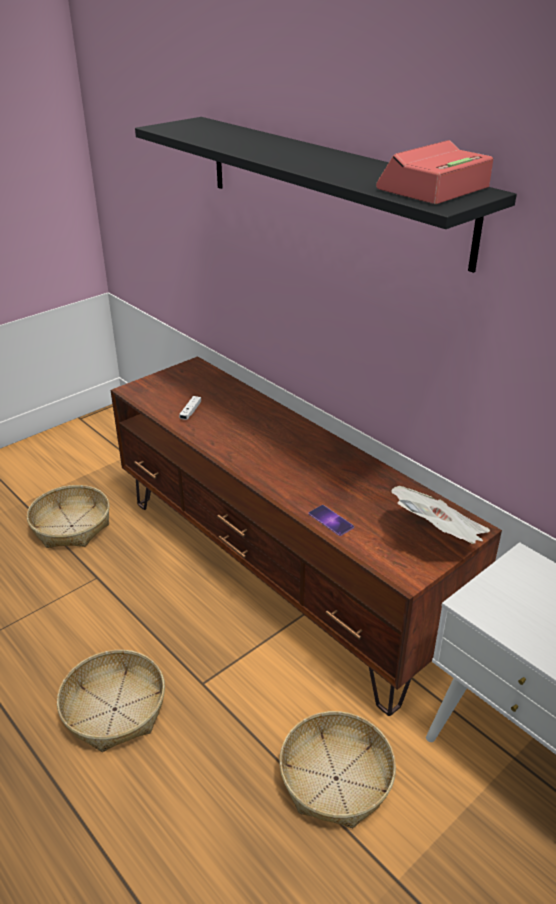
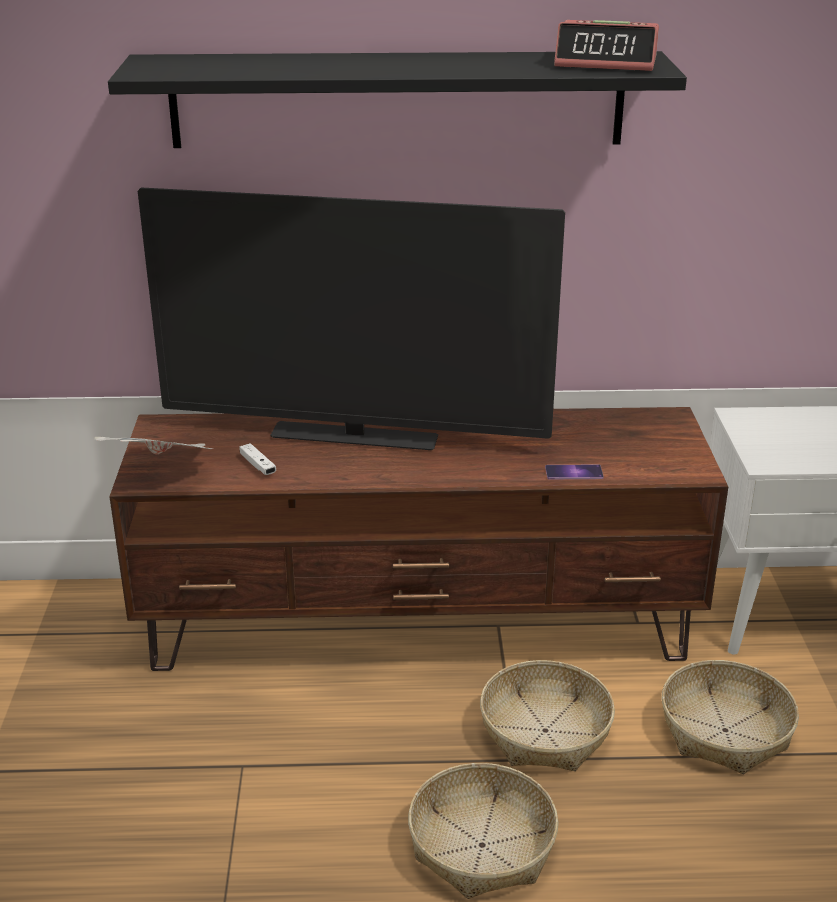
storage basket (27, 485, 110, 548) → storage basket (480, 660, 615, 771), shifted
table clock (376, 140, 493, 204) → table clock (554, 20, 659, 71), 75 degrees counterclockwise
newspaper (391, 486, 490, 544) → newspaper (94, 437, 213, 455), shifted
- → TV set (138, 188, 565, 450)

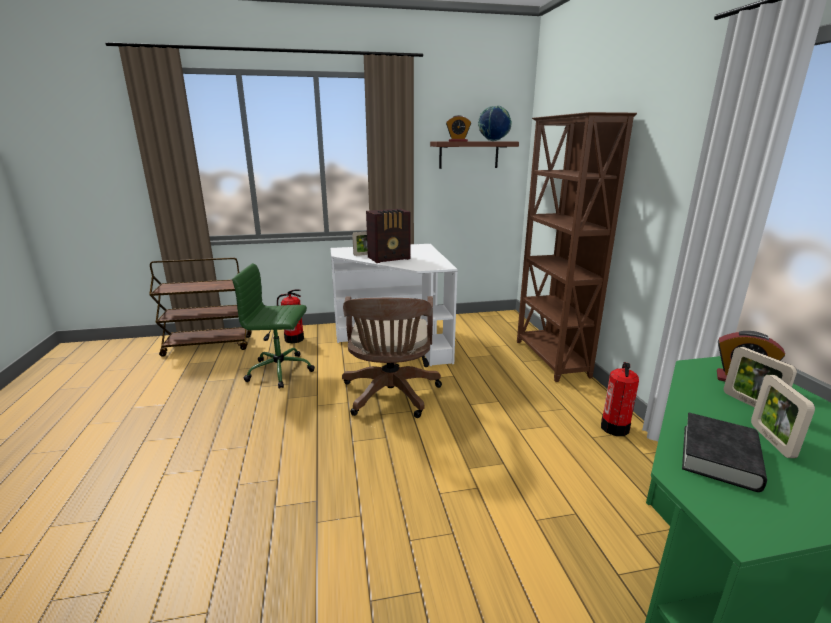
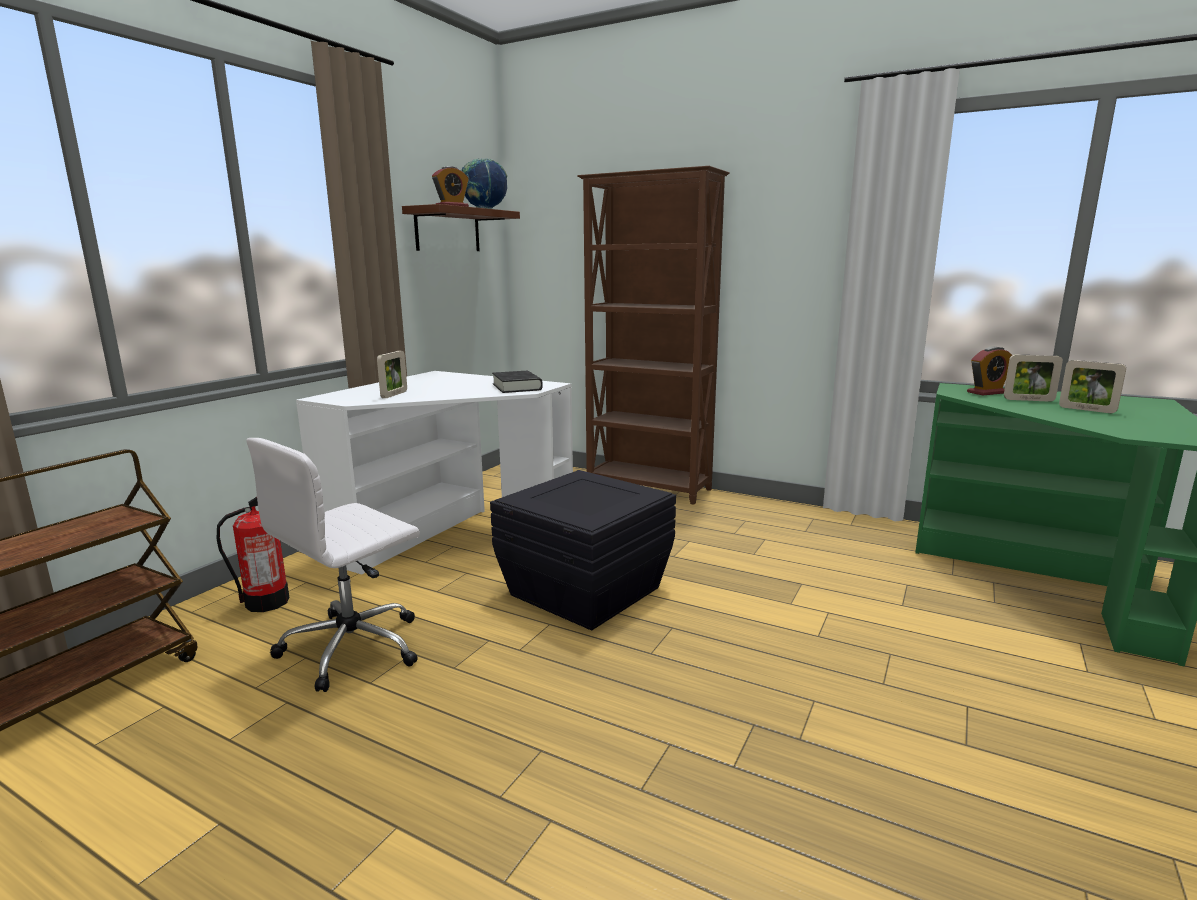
green-coloured office chair (232, 263, 315, 389) → whitish office chair (246, 438, 420, 692)
brownish office chair (342, 296, 442, 418) → black storage container (490, 470, 676, 630)
radio set (366, 209, 411, 263) → -
fire-fighting cylinder (601, 362, 639, 436) → -
black book (682, 413, 767, 492) → black book (492, 371, 543, 393), shifted

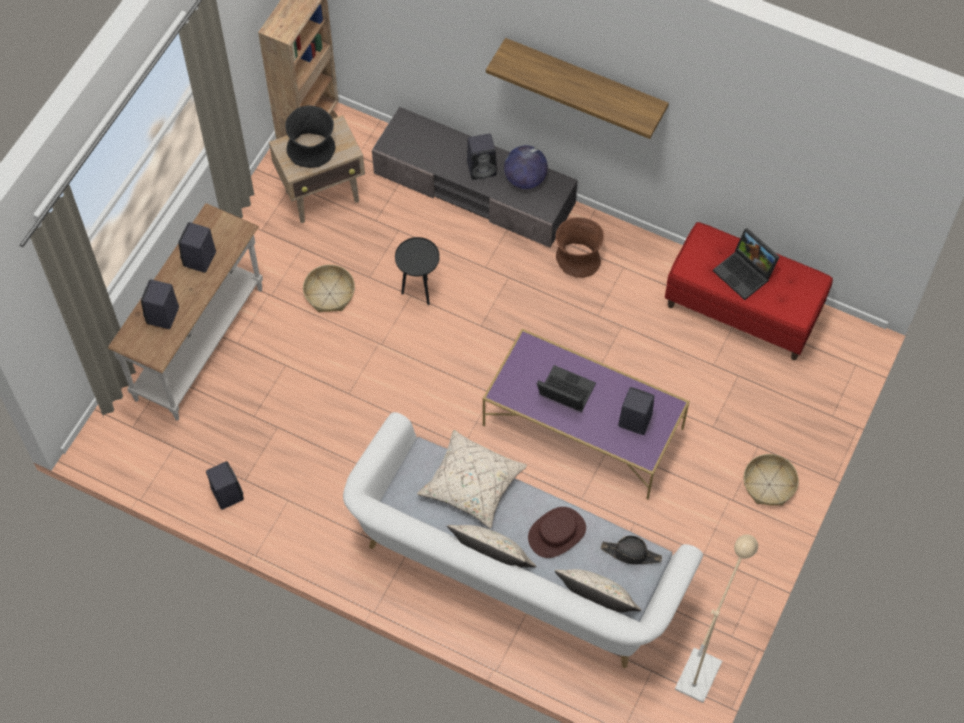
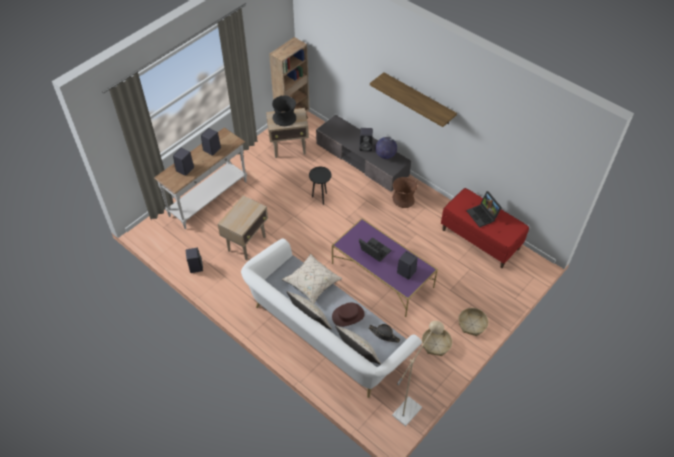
storage basket (303, 265, 355, 312) → storage basket (422, 329, 452, 356), shifted
- → beige side table (218, 195, 268, 260)

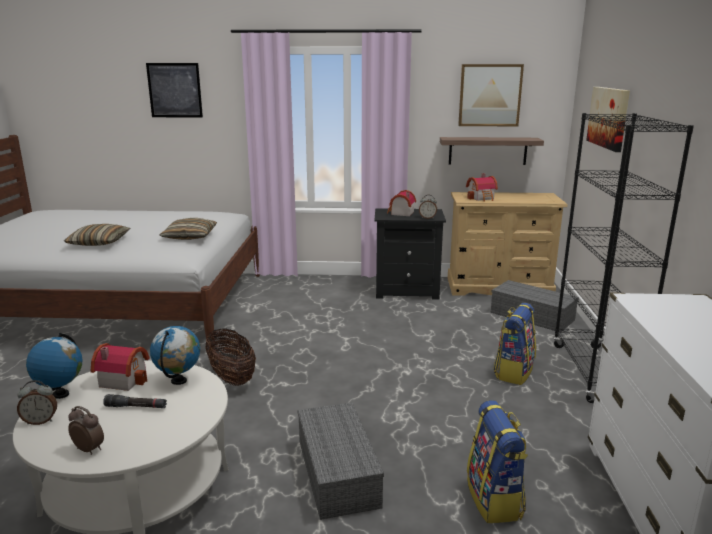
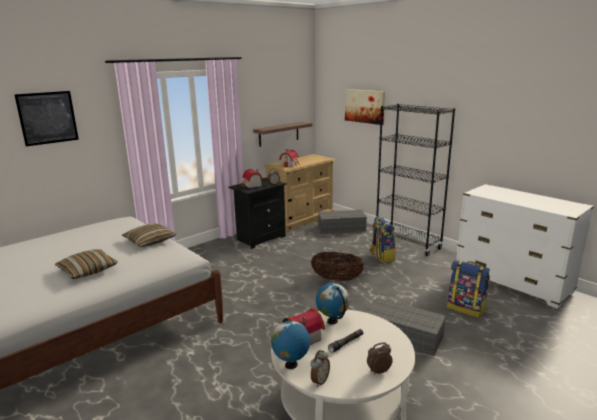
storage basket (205, 328, 256, 386) → storage basket (311, 252, 364, 281), shifted
wall art (458, 64, 524, 126) → -

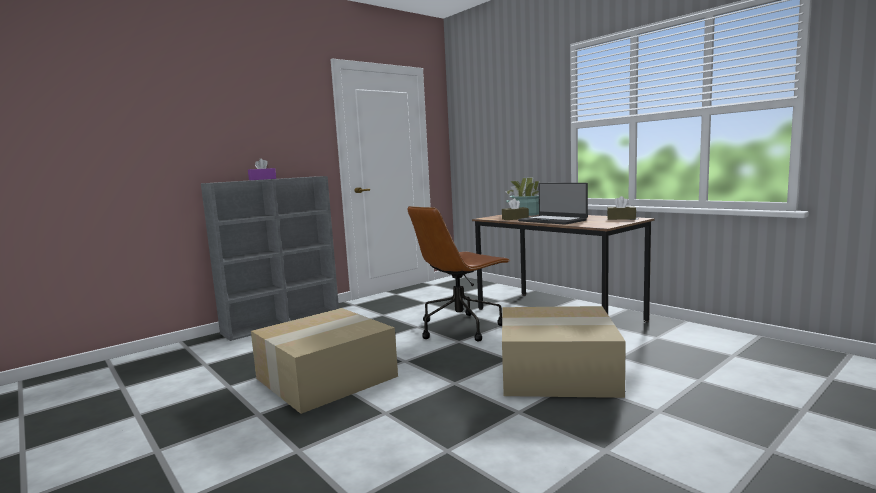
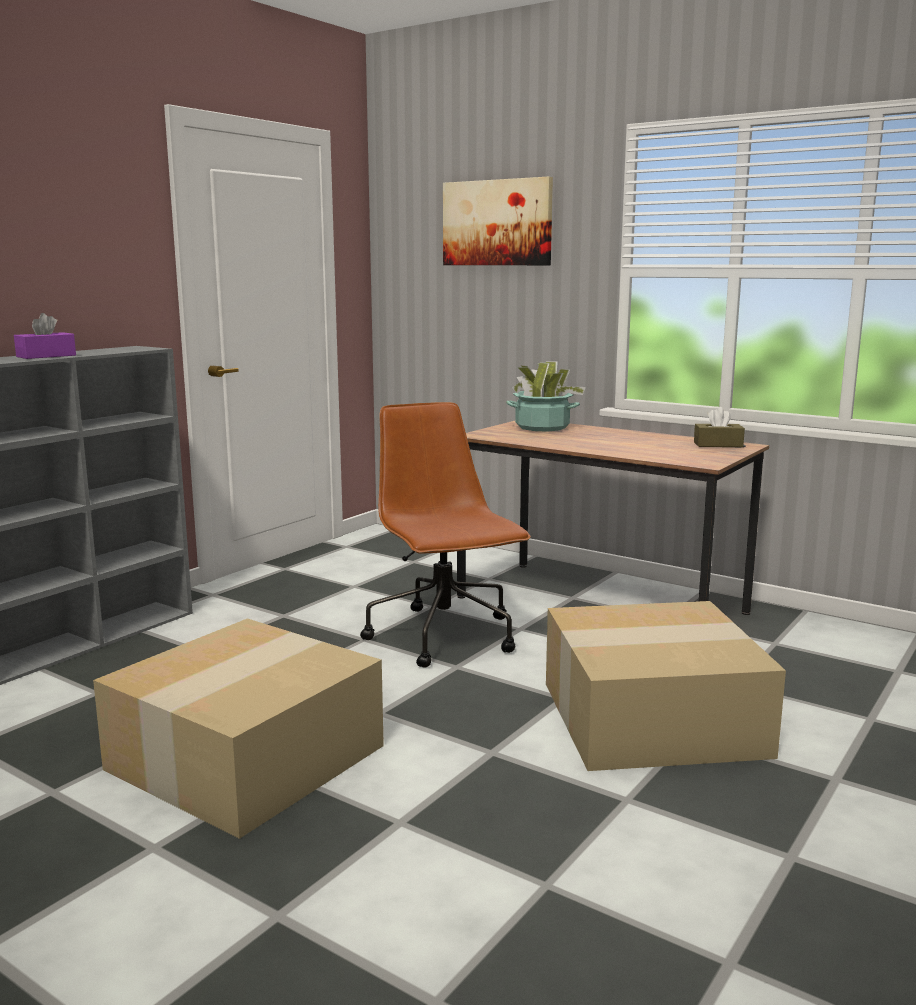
brownish office chair (407, 206, 511, 342) → brownish office chair (360, 402, 531, 668), 120 degrees clockwise
brownish tissue box (502, 198, 529, 220) → -
portable computer (518, 183, 588, 225) → -
- → wall art (443, 177, 553, 265)

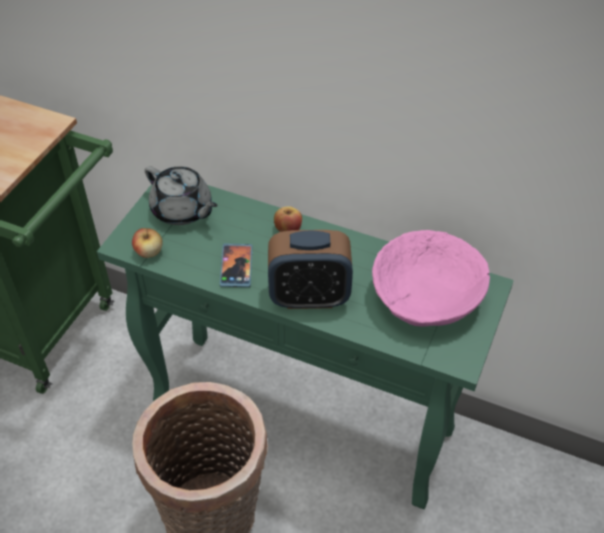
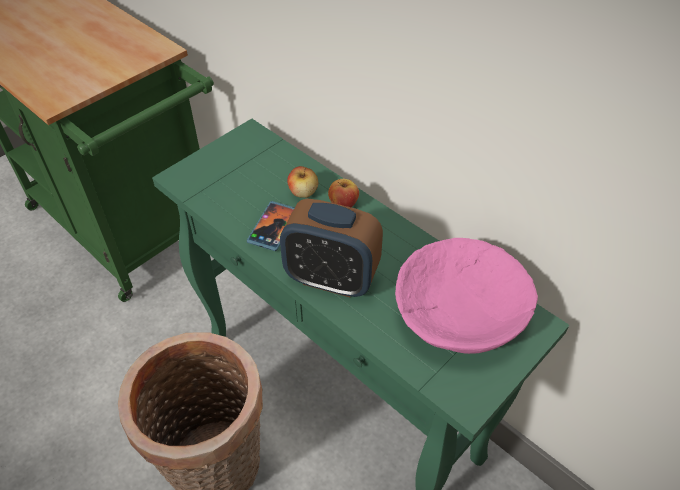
apple (132, 228, 163, 258) → apple (287, 166, 318, 198), shifted
greyish pot for tea (145, 166, 218, 225) → -

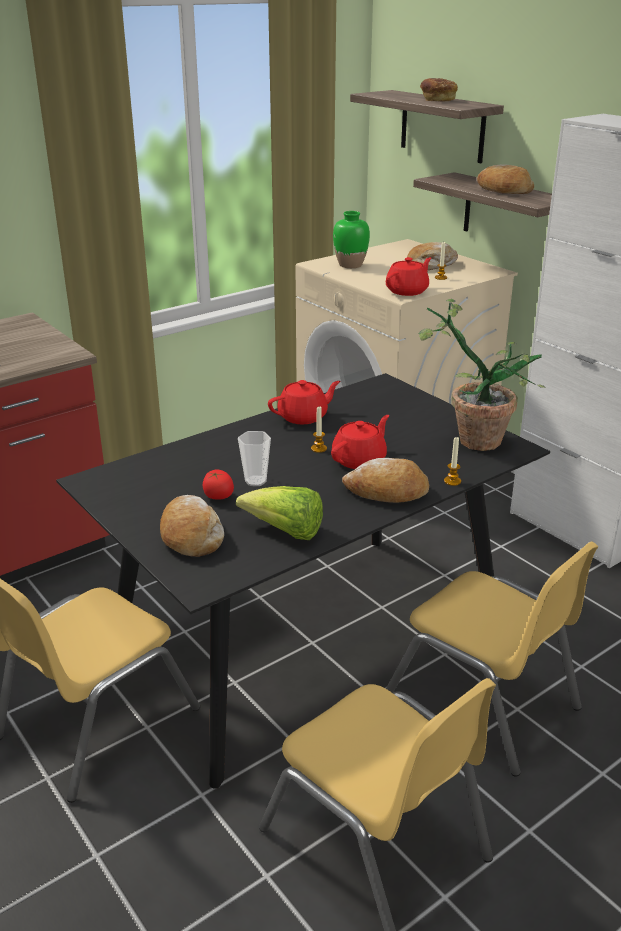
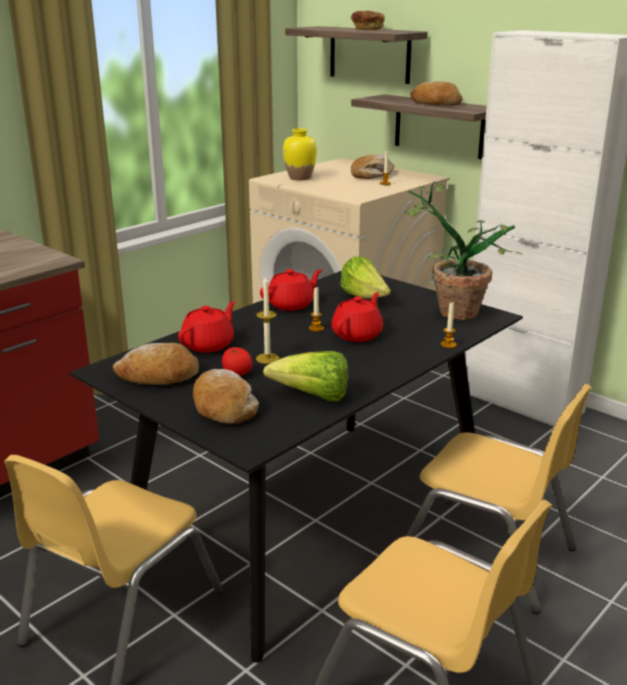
drinking cup (238, 431, 271, 486) → wax candle (256, 275, 279, 364)
green-coloured flower vase (333, 211, 370, 268) → yellow flower vase (283, 128, 317, 180)
bakery bread (342, 458, 429, 503) → bakery bread (113, 343, 199, 385), shifted
reddish pot for tea (386, 257, 431, 296) → reddish pot for tea (178, 301, 235, 353), shifted
- → head of lettuce (340, 256, 391, 298)

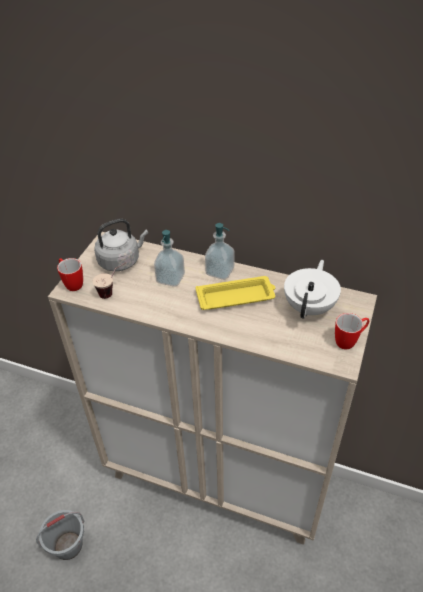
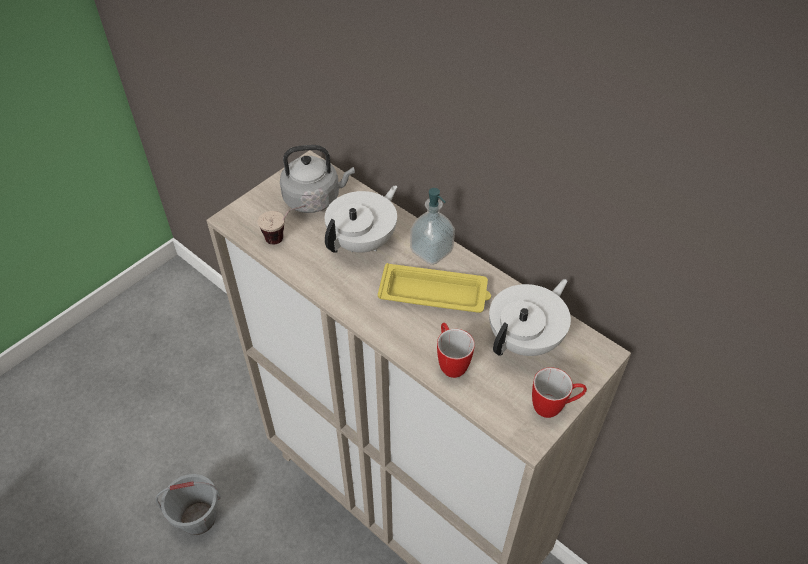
tea mug (57, 258, 83, 291) → tea mug (437, 323, 475, 378), shifted
soap dispenser (154, 230, 185, 287) → whitish pot for tea (325, 185, 397, 253)

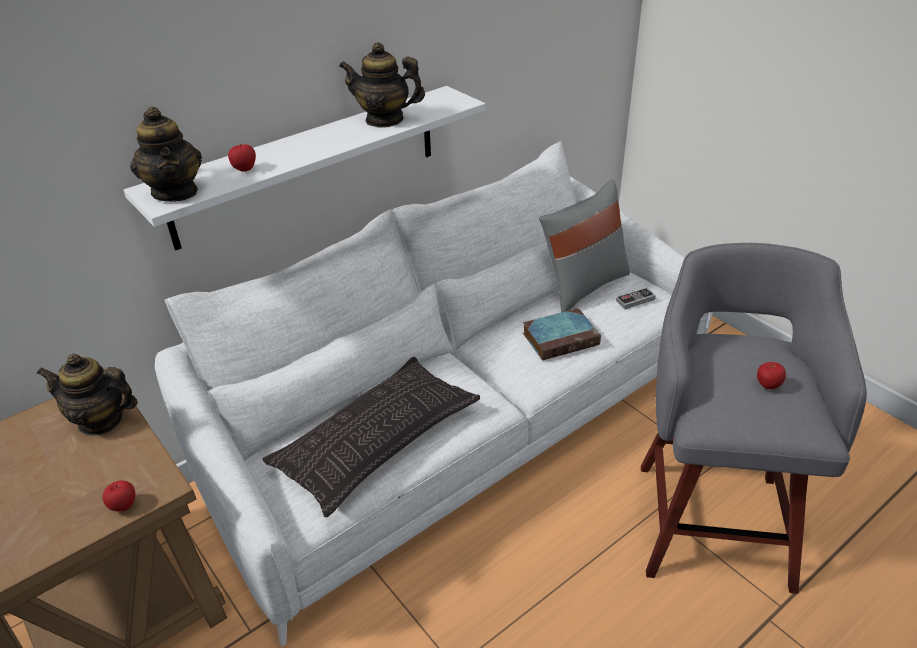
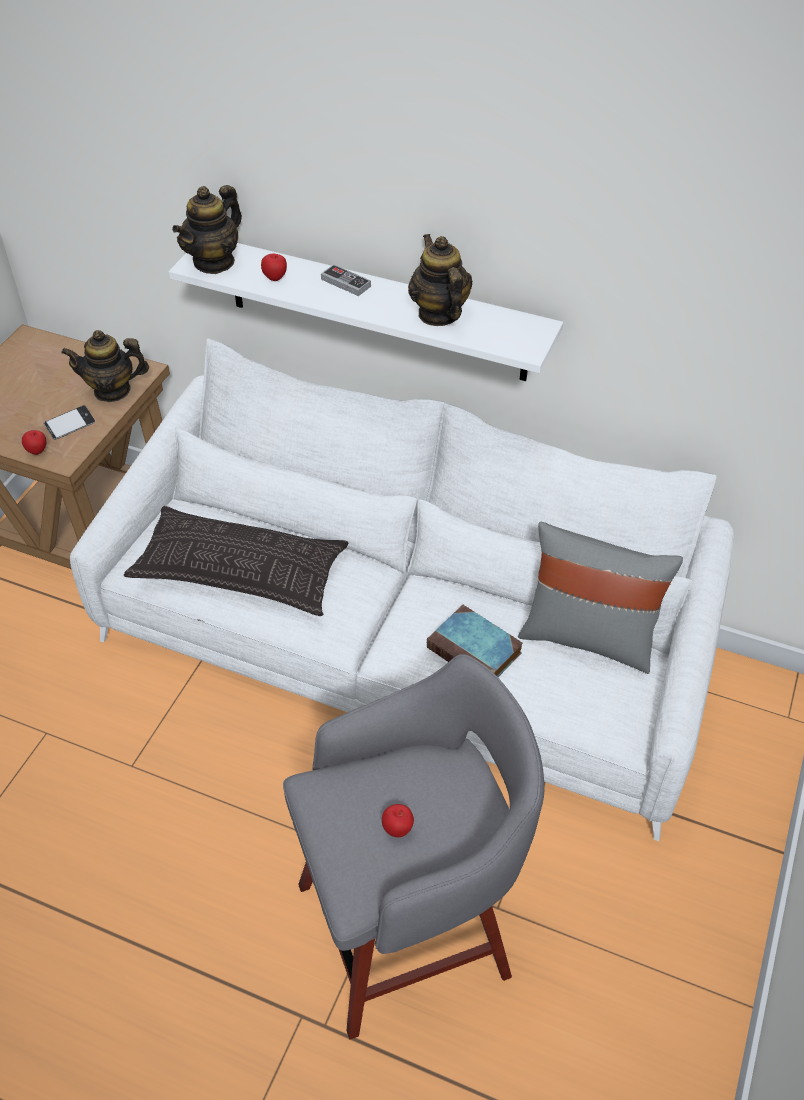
pot for tea (37, 354, 138, 436) → pot for tea (61, 330, 149, 402), 75 degrees counterclockwise
gamepad (616, 287, 656, 309) → gamepad (321, 264, 371, 296), shifted
- → telephone (44, 405, 95, 440)

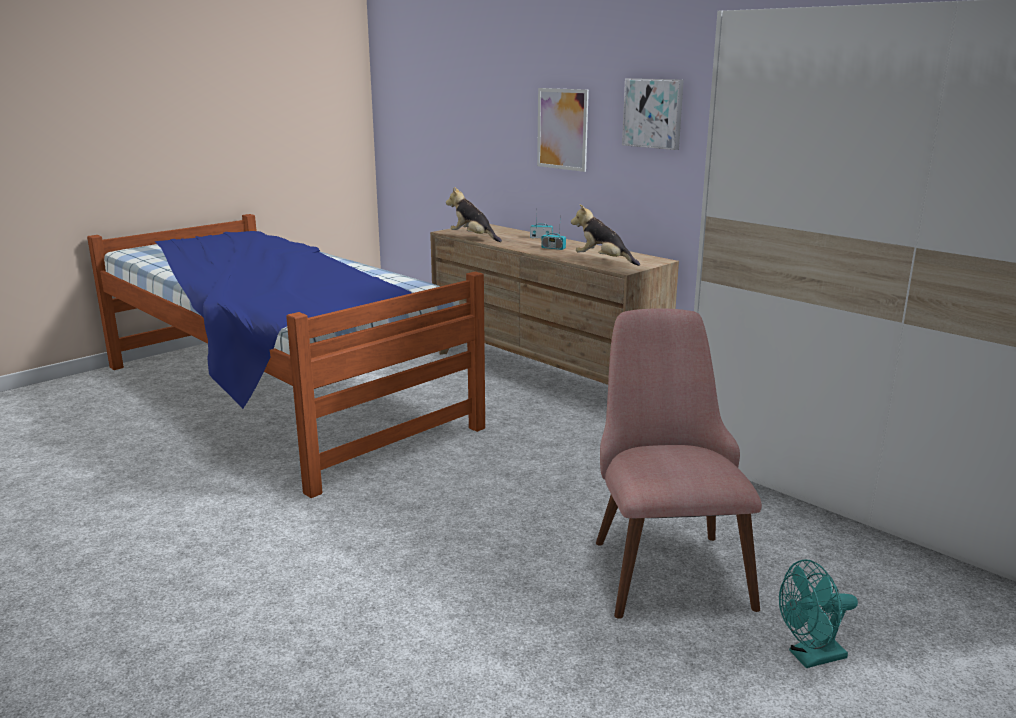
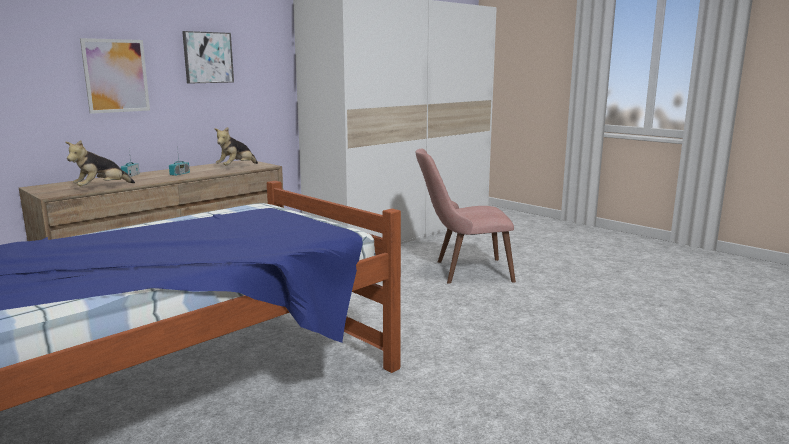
turquoise-coloured electric fan (779, 559, 858, 668) → -

